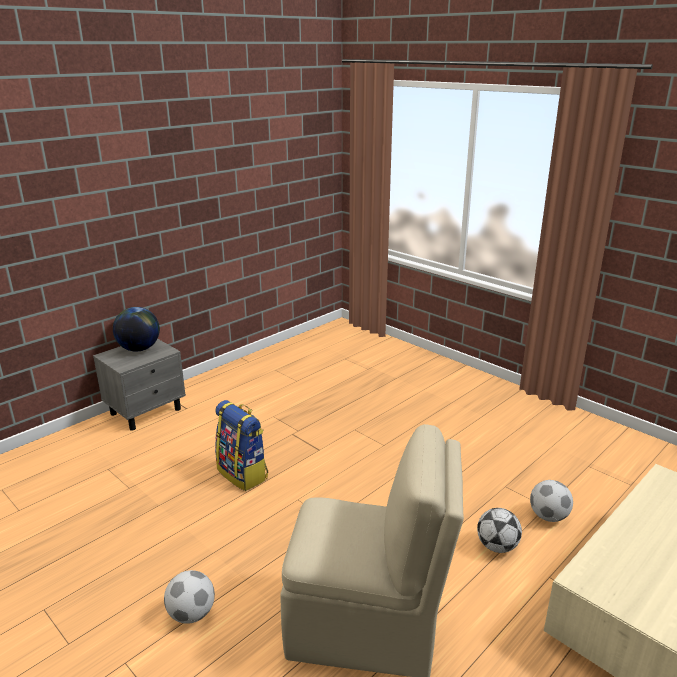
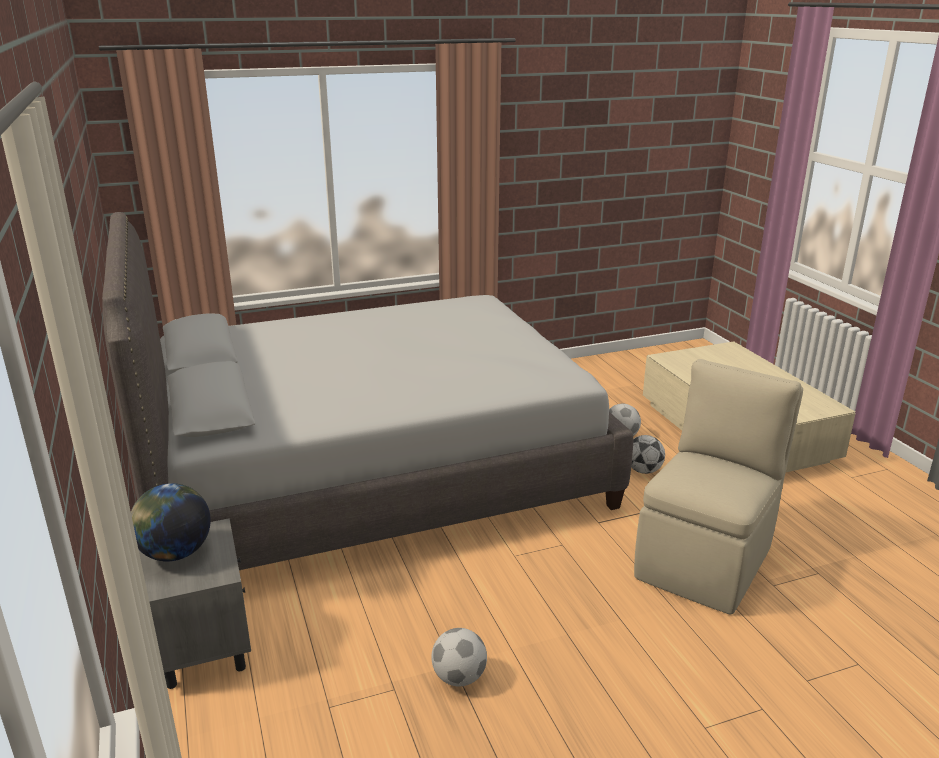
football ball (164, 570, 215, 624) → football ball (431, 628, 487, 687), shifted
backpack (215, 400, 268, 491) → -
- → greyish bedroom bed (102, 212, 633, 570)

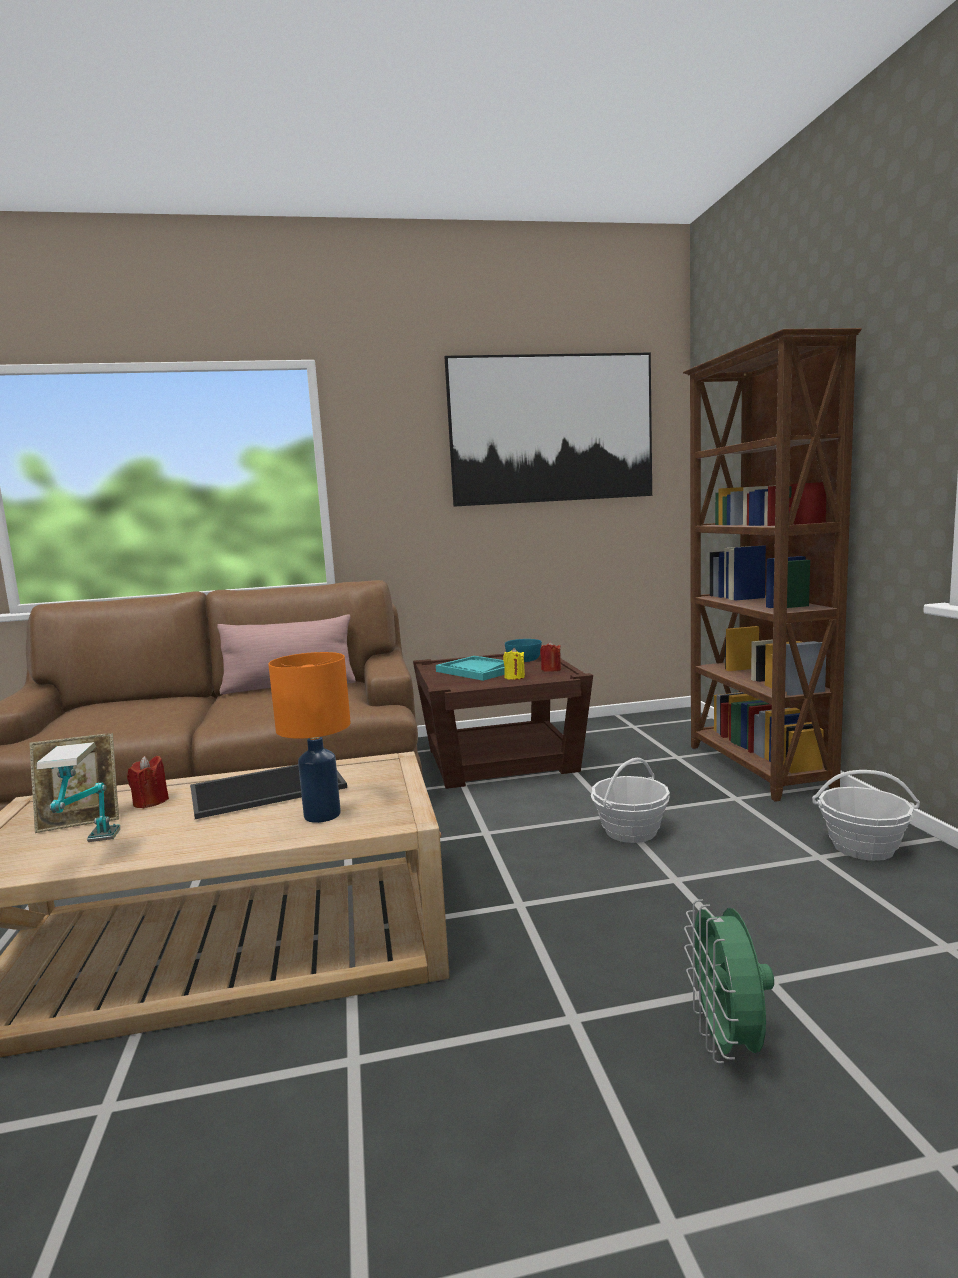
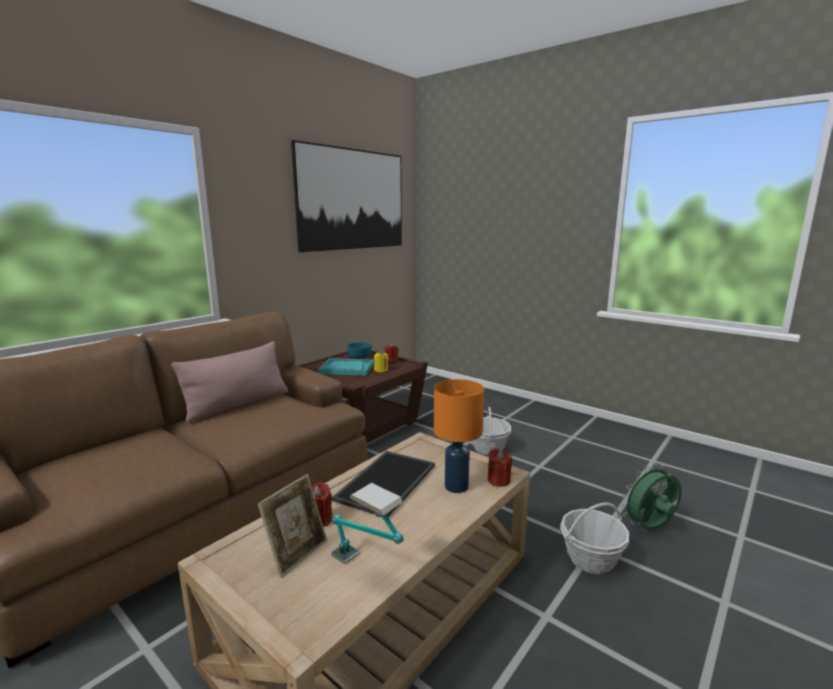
brownish bookshelf (683, 328, 862, 802) → -
green-coloured electric fan (684, 899, 774, 1063) → green-coloured electric fan (621, 464, 682, 530), 105 degrees clockwise
storage basket (812, 770, 920, 861) → storage basket (560, 503, 629, 574), shifted
- → reddish wax candle (488, 448, 512, 487)

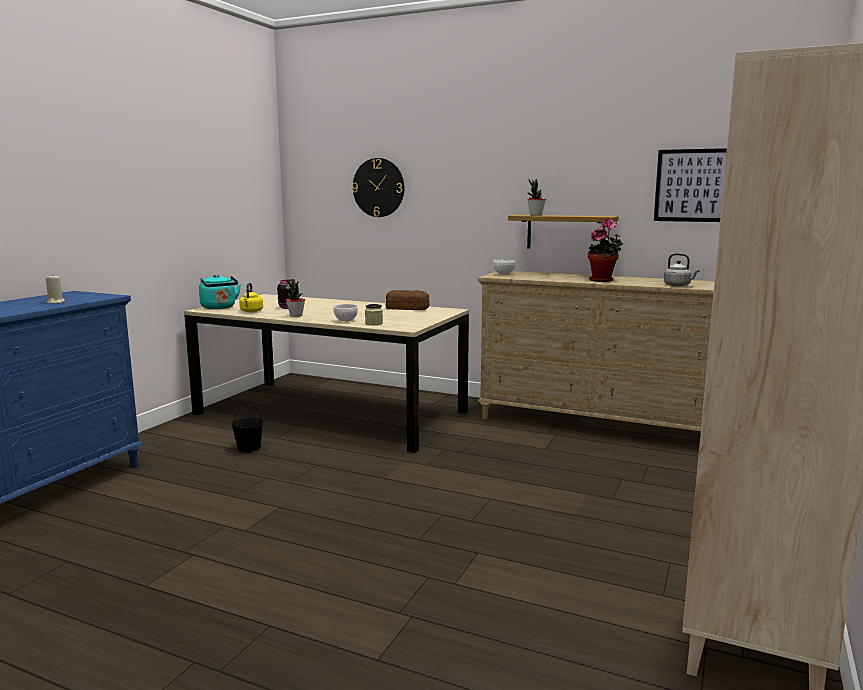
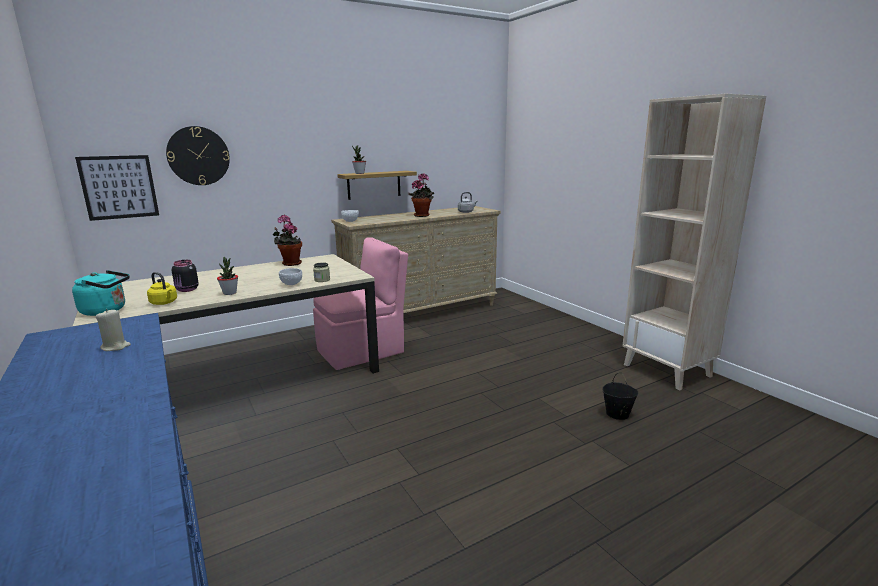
black water bucket (231, 403, 264, 452) → black water bucket (603, 373, 638, 420), shifted
bakery bread (386, 290, 429, 310) → plant in a pot (273, 215, 302, 266)
wall art (654, 148, 727, 222) → wall art (75, 155, 159, 221), shifted
- → pink upright chair (313, 237, 408, 370)

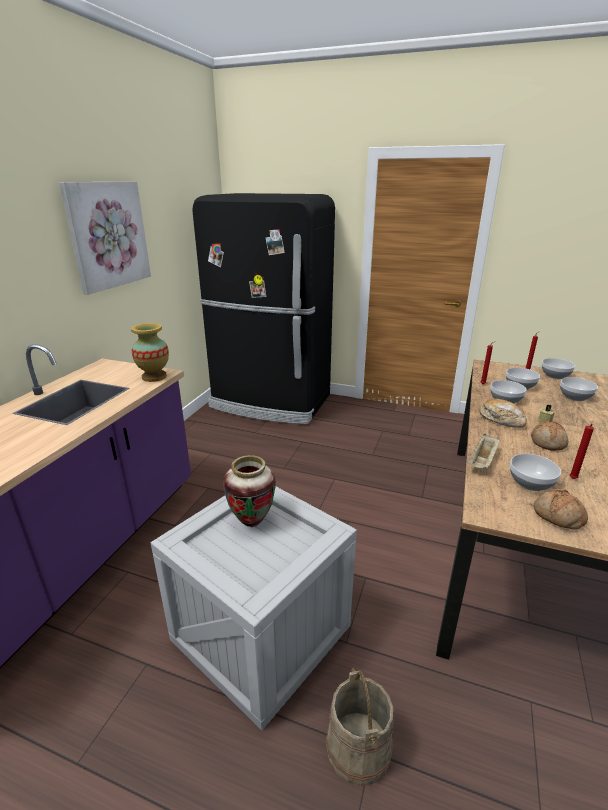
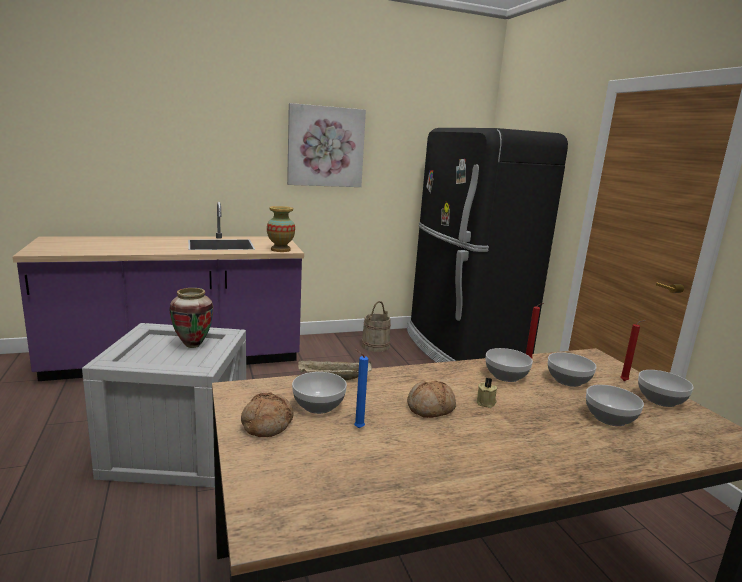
beige water bucket (326, 668, 394, 786) → beige water bucket (361, 301, 391, 352), shifted
bakery bread (479, 399, 527, 428) → -
reddish wax candle (569, 424, 594, 479) → blue wax candle (354, 349, 368, 428)

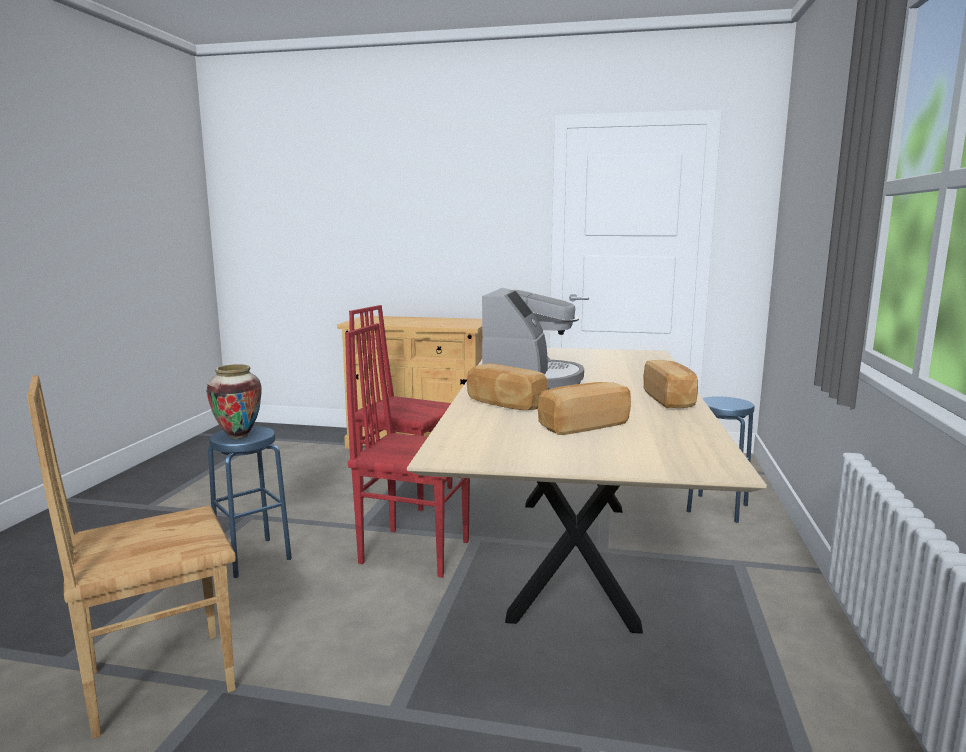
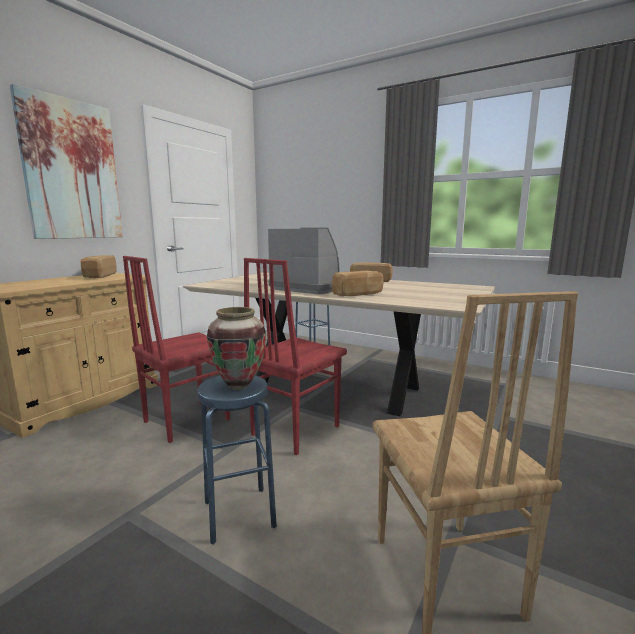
bakery bread (538, 382, 631, 435) → bakery bread (81, 255, 116, 278), shifted
- → wall art (10, 84, 123, 239)

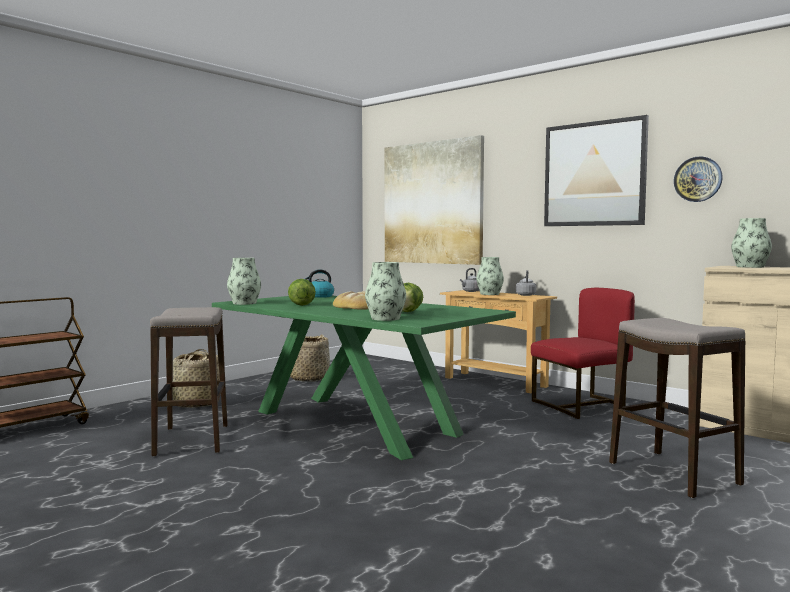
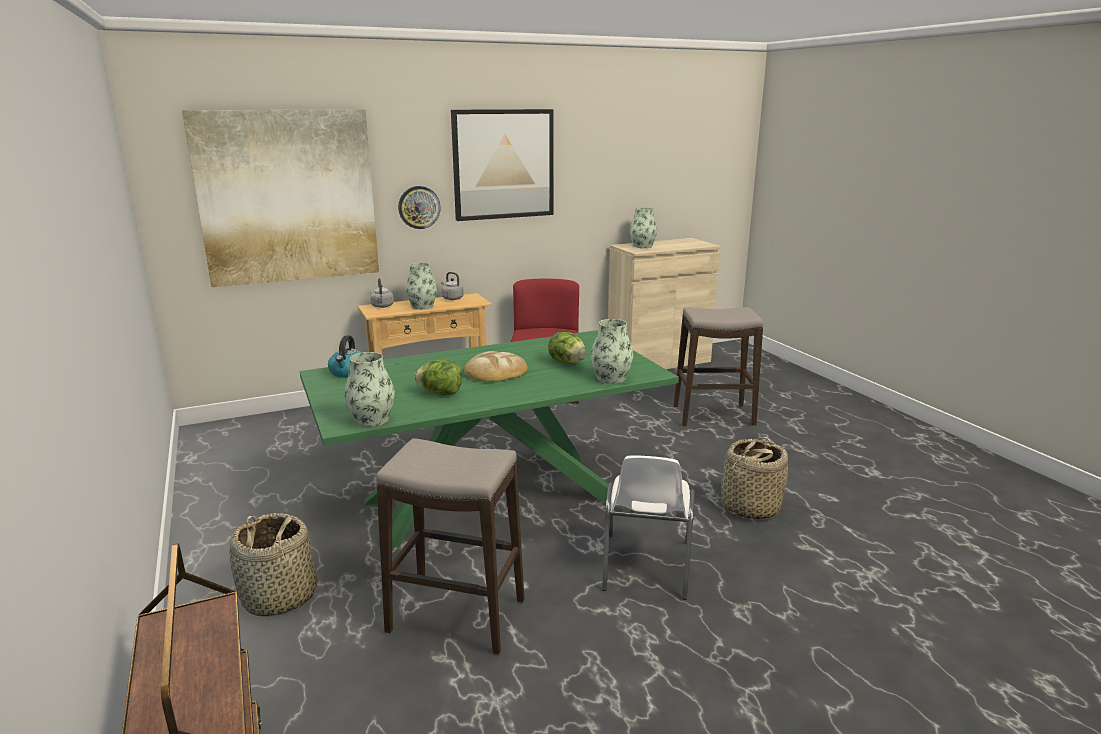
storage basket (290, 334, 330, 382) → storage basket (721, 437, 788, 519), shifted
hanging clock (674, 156, 723, 202) → hanging clock (398, 186, 441, 229), shifted
- → whitish upright chair (602, 456, 695, 600)

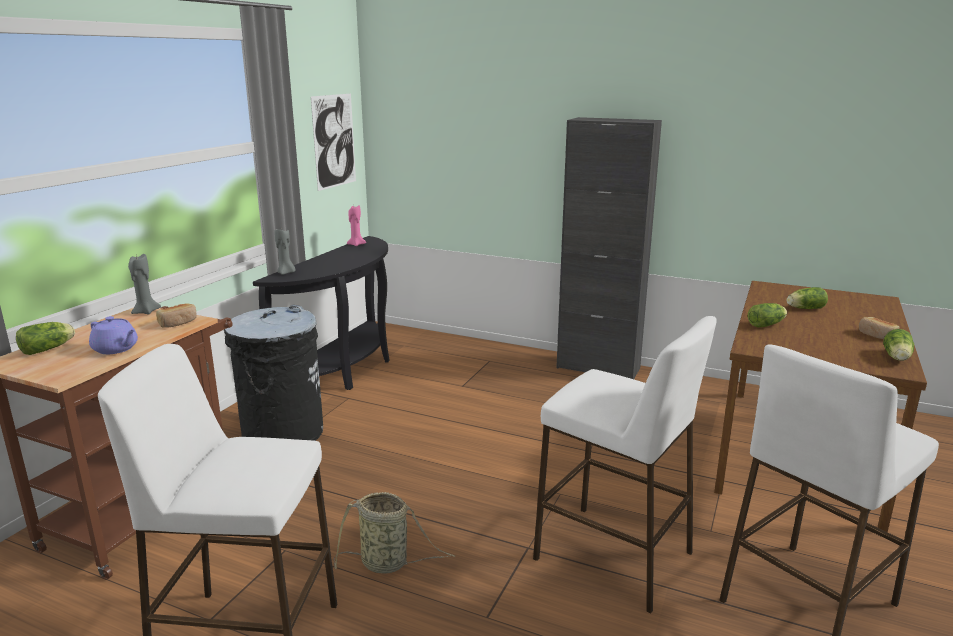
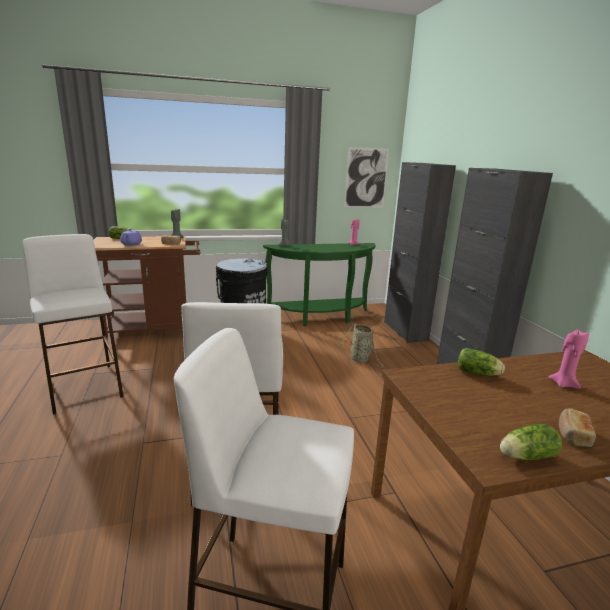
black narrow table (253, 236, 390, 390) → green-coloured narrow table (263, 243, 375, 327)
storage basket (334, 492, 456, 573) → storage basket (337, 323, 384, 368), shifted
head of lettuce (786, 287, 828, 309) → pink wax candle (548, 330, 589, 389)
- → black cabinet (384, 162, 456, 343)

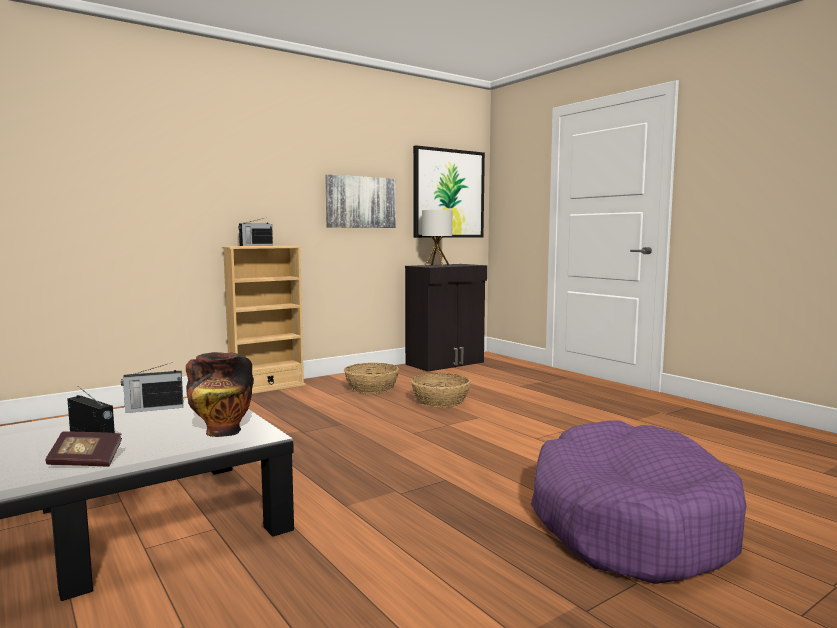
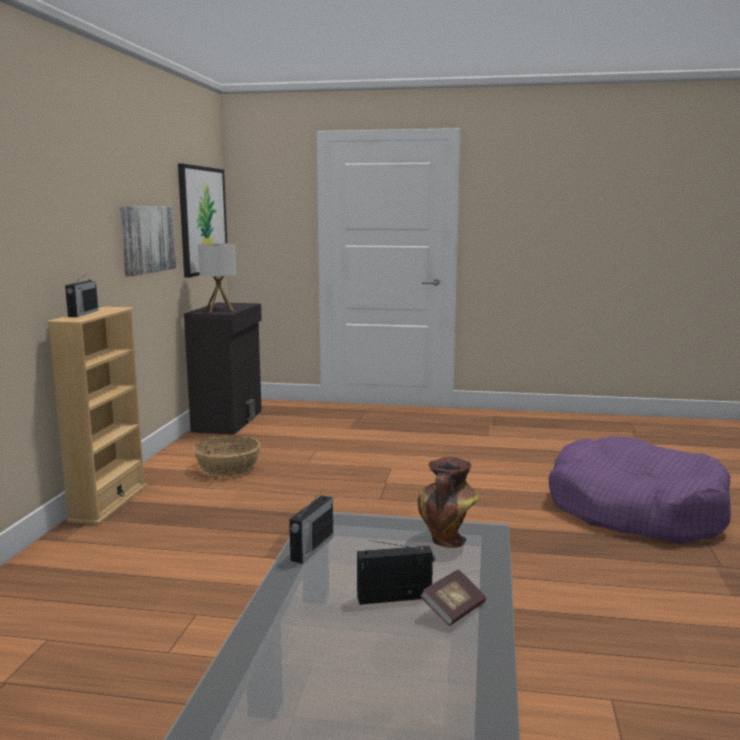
storage basket (411, 373, 471, 408) → -

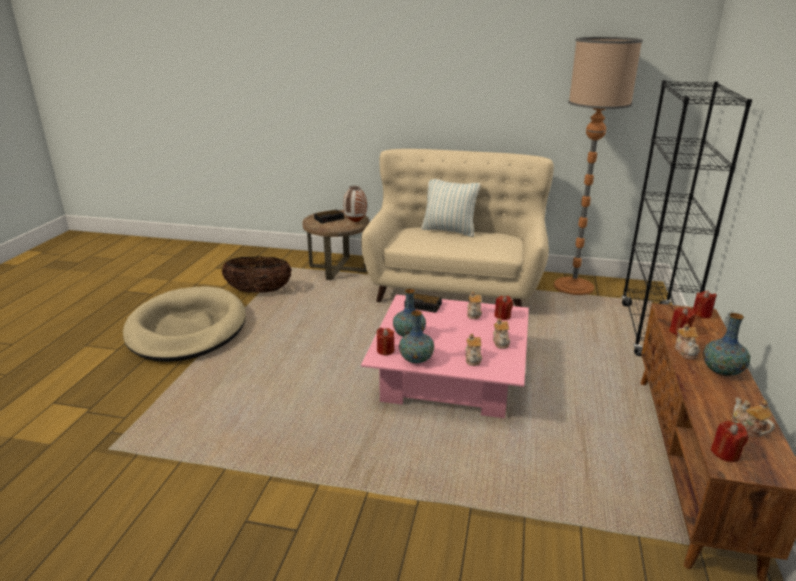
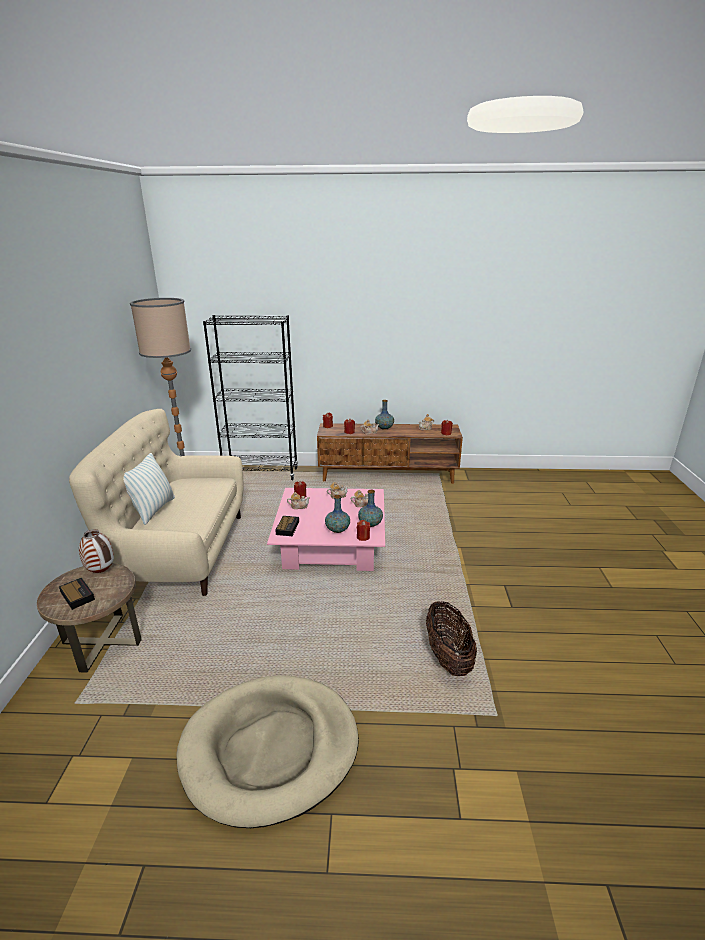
storage basket (222, 256, 292, 293) → storage basket (426, 601, 477, 676), shifted

